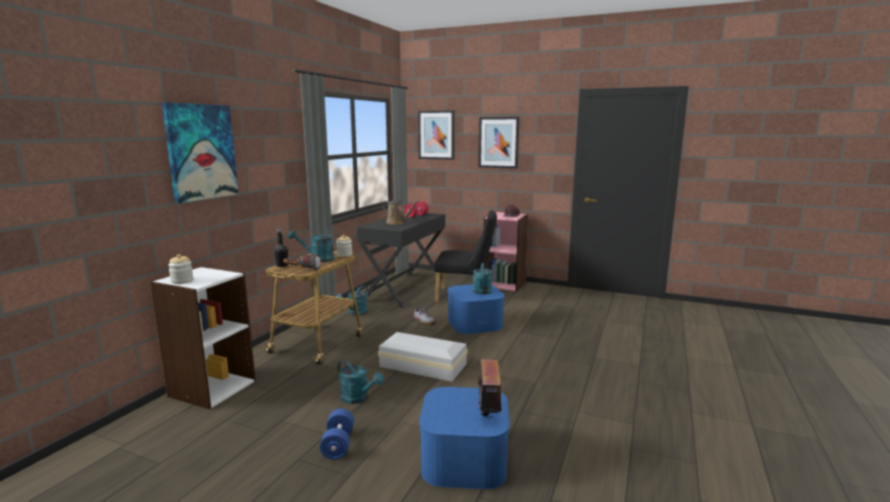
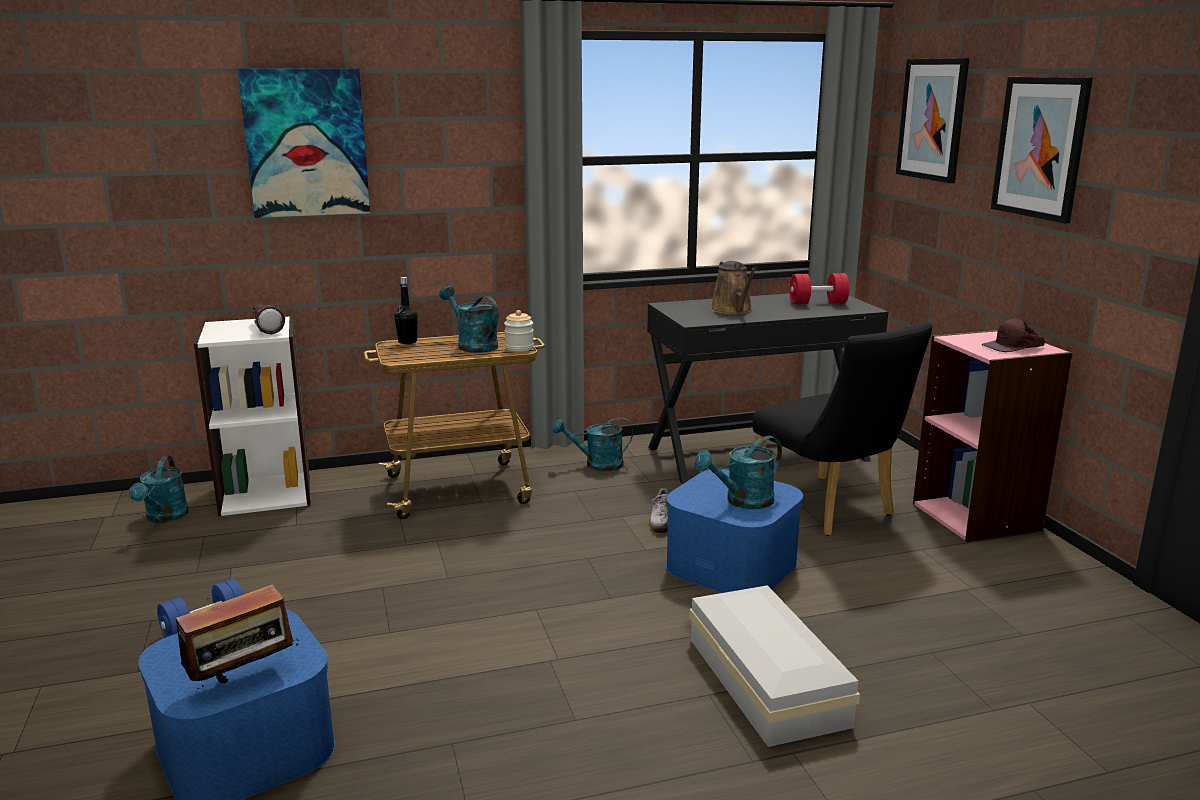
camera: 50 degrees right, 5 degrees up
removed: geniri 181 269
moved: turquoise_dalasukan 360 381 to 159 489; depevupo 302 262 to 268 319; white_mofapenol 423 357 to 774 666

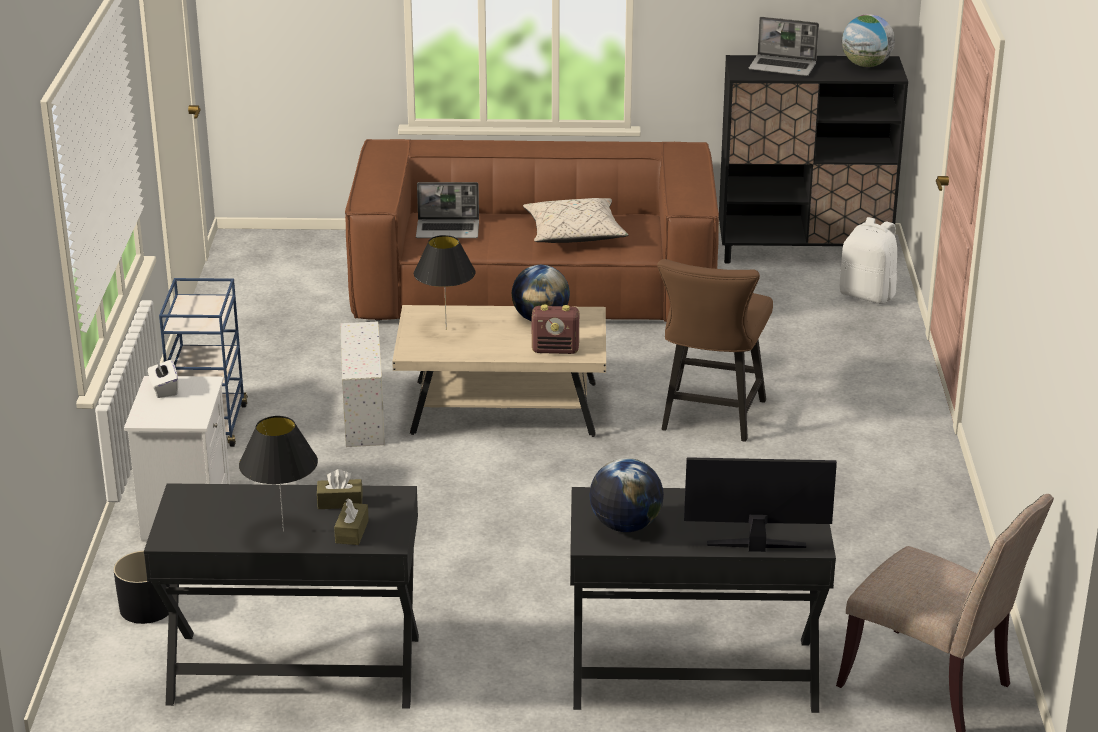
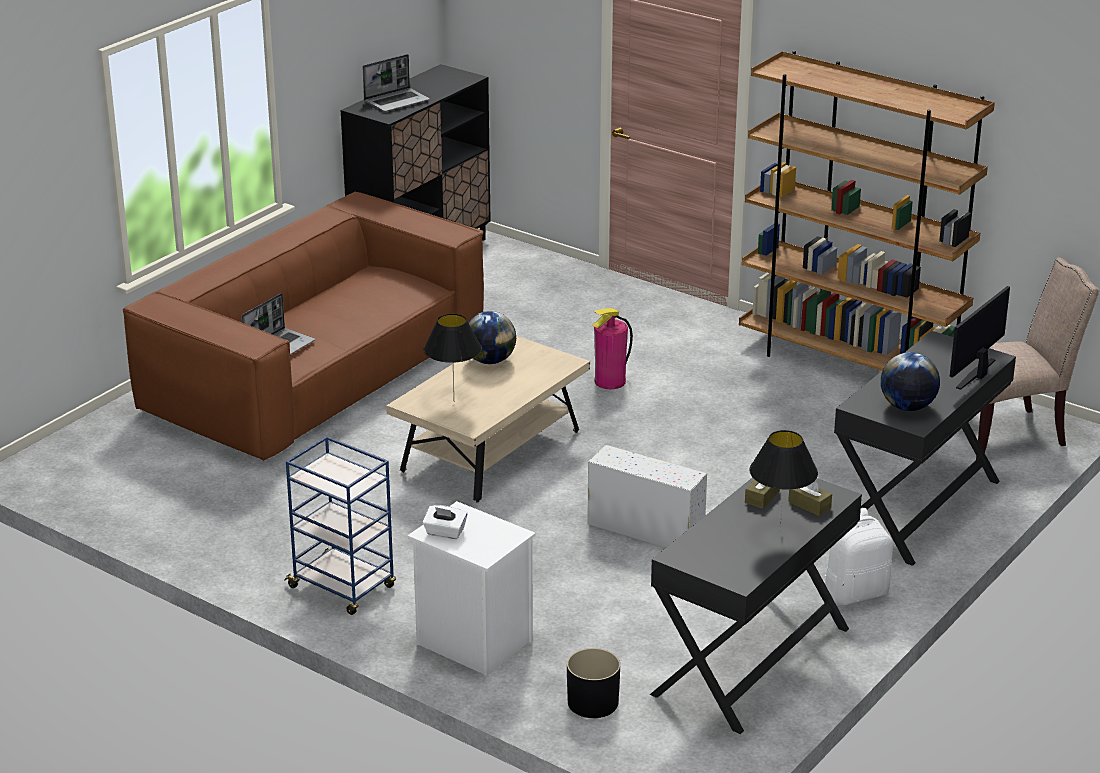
camera: 55 degrees left, 0 degrees up
removed: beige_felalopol 575 220; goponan 555 329; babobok 868 40
added: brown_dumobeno 867 211
moved: white_mofapenol 362 384 to 647 496; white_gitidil 868 260 to 858 557
replaced: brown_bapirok 715 350 to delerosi 612 348

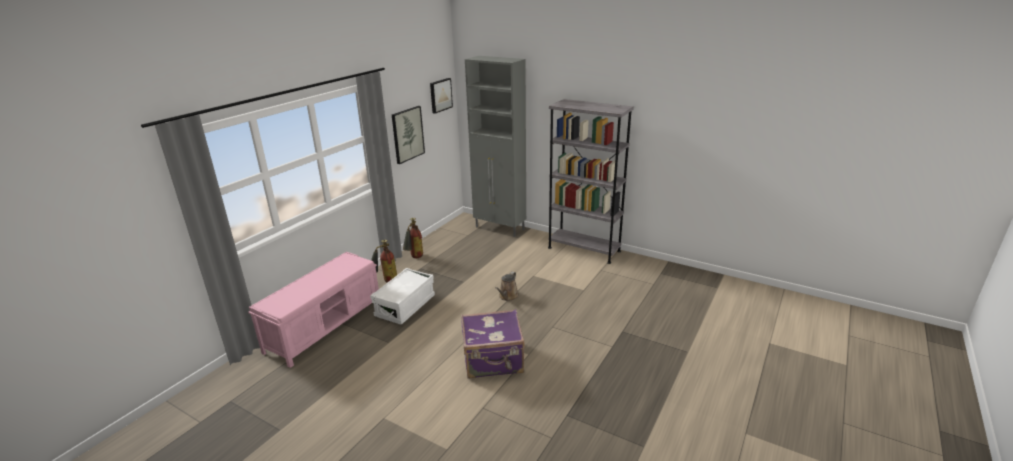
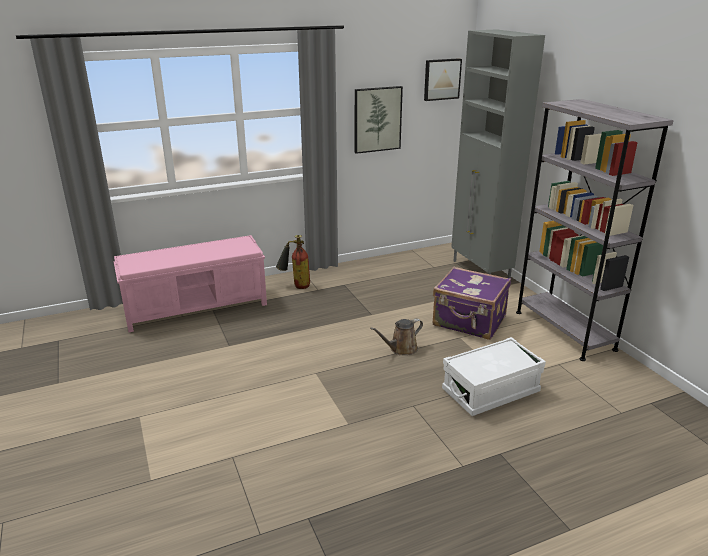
camera: 35 degrees right, 0 degrees up
removed: delerosi 413 238
moved: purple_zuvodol 493 344 to 472 303; white_mofapenol 402 296 to 494 376

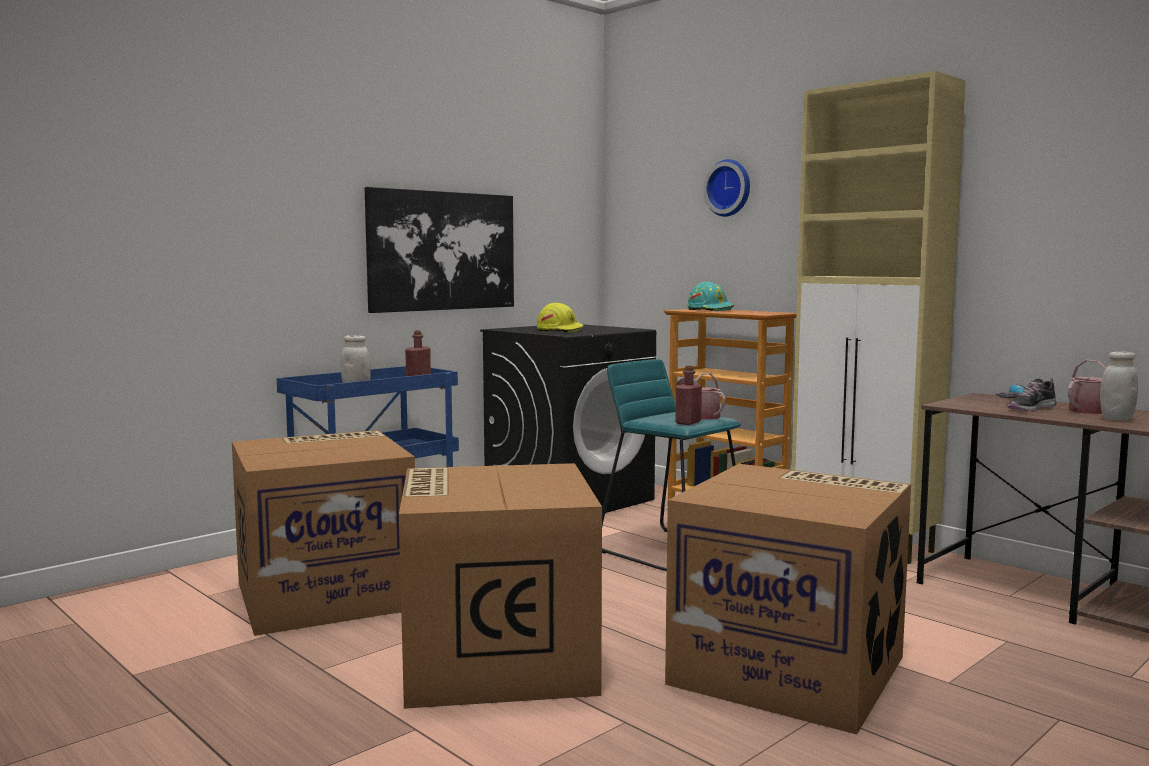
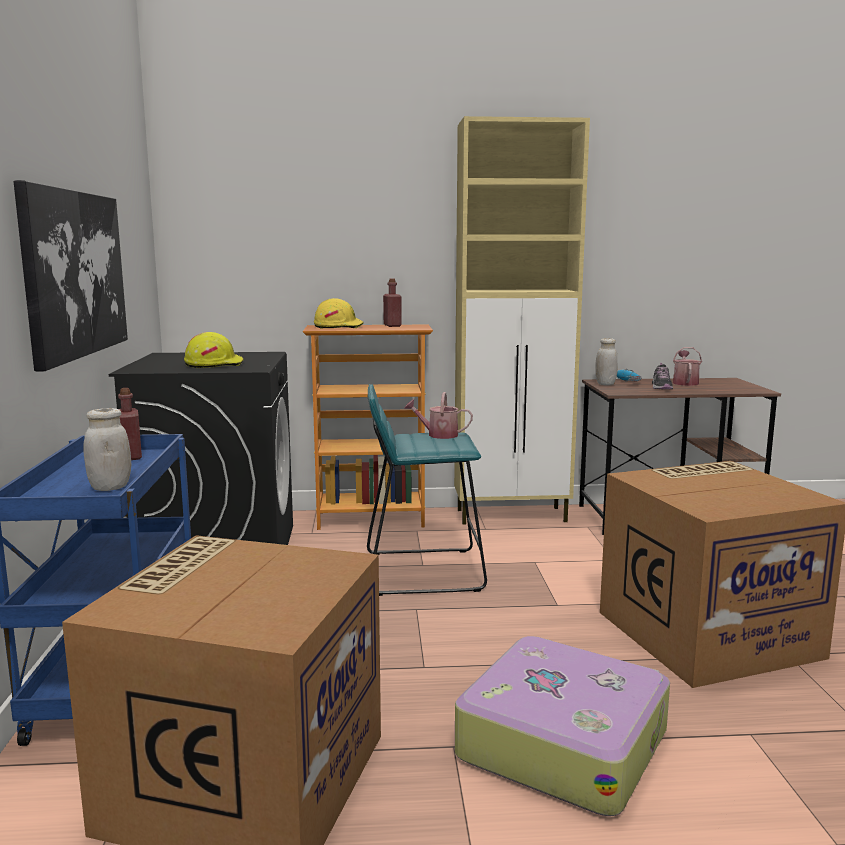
camera: 50 degrees left, 5 degrees up
removed: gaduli 726 188
moved: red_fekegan 688 395 to 392 302; white_geniri 1119 386 to 606 361
replaced: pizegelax 500 586 to zuvodol 562 726
recoloured: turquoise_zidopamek 711 296 to yellow_zidopamek 338 313

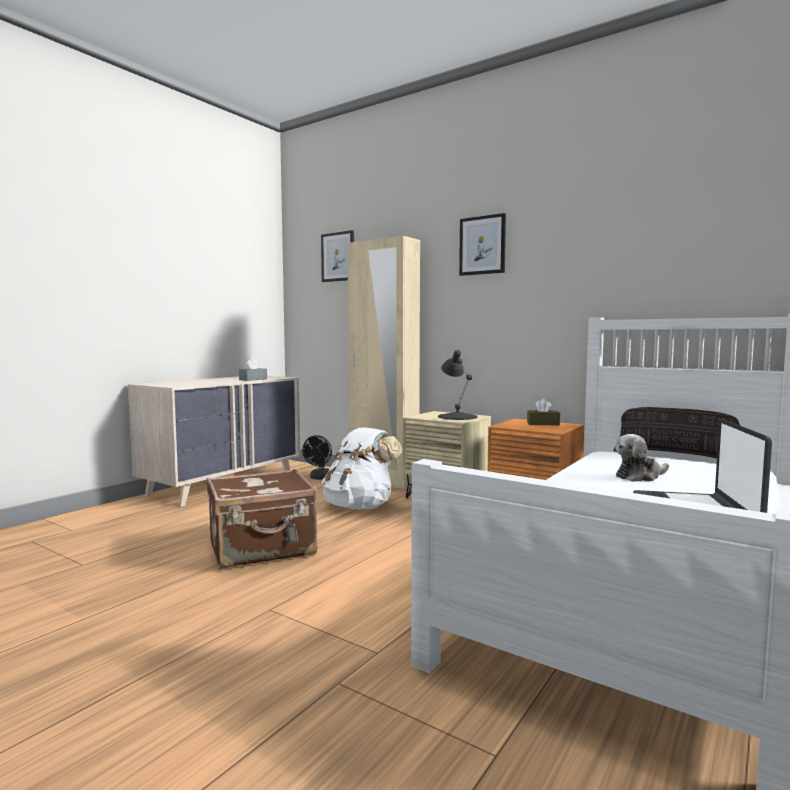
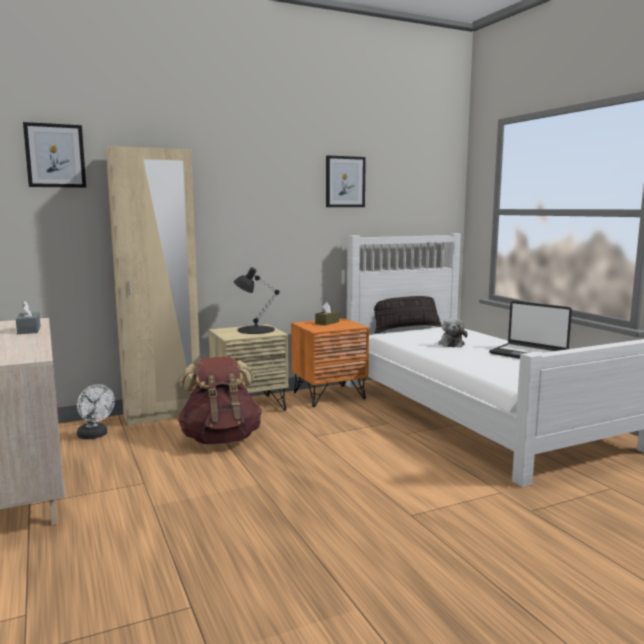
camera: 60 degrees left, 5 degrees up
removed: brown_zuvodol 262 519
moved: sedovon 482 244 to 346 181
recoloured: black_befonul 317 457 to white_befonul 96 411; white_gitidil 362 468 to brown_gitidil 220 400

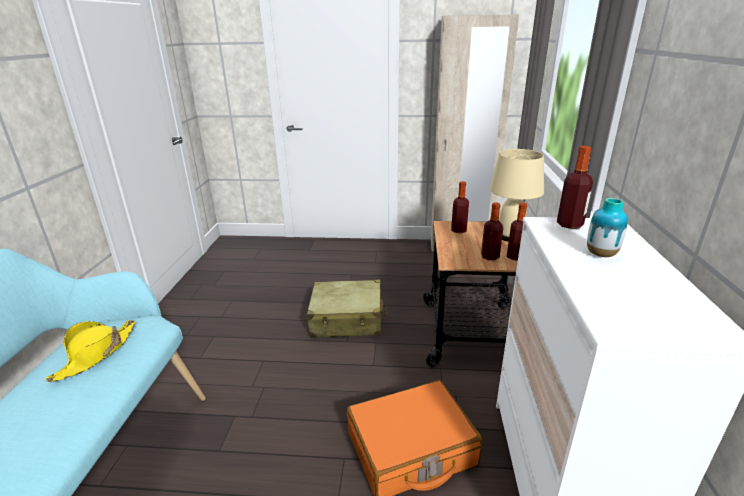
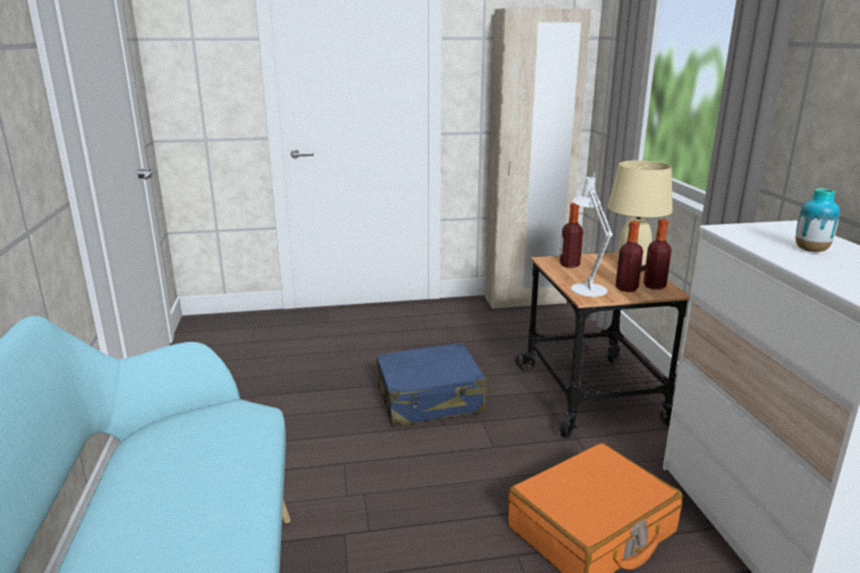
camera: 15 degrees left, 5 degrees down
removed: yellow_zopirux 91 351; fekegan 575 187
added: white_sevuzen 592 234
recoloured: beige_zuvodol 347 309 to blue_zuvodol 431 384

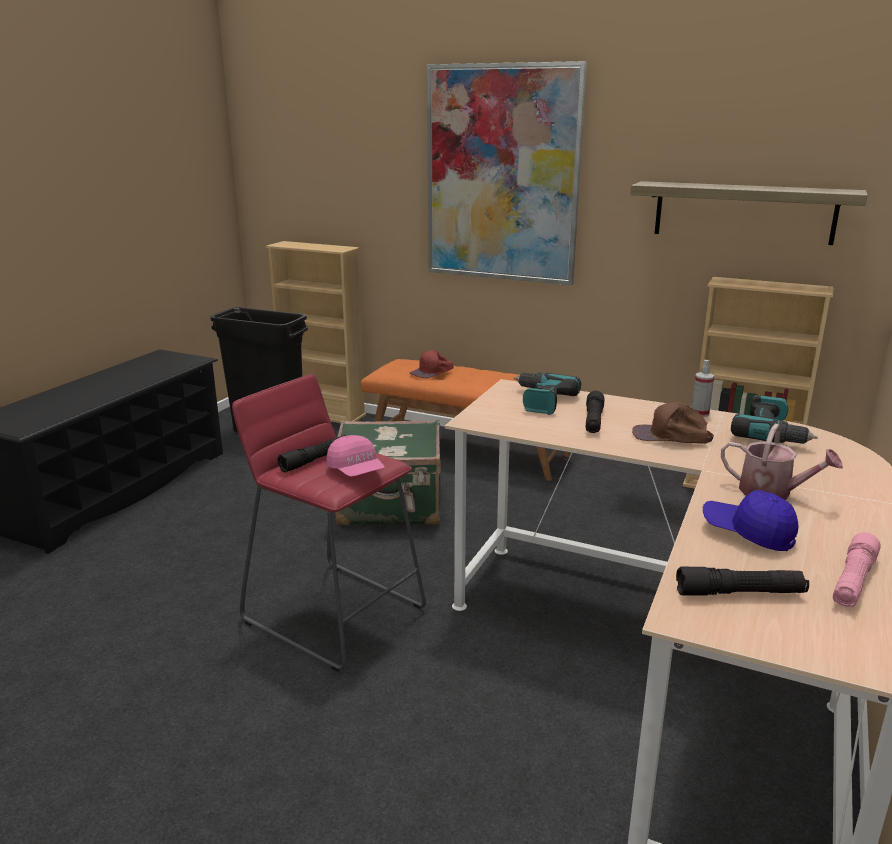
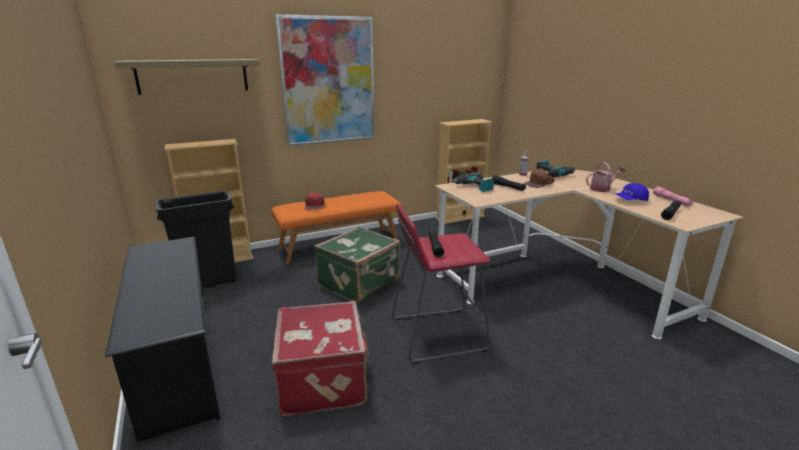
camera: 50 degrees left, 0 degrees up
removed: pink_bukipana 355 456
added: red_zuvodol 320 358
moved: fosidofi 749 213 to 187 77

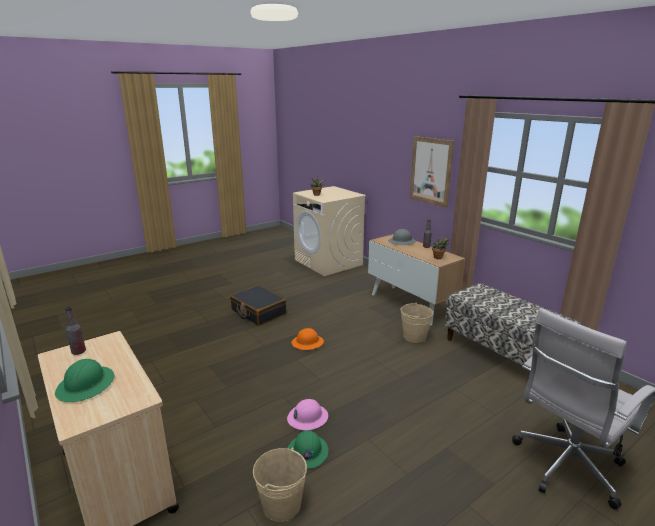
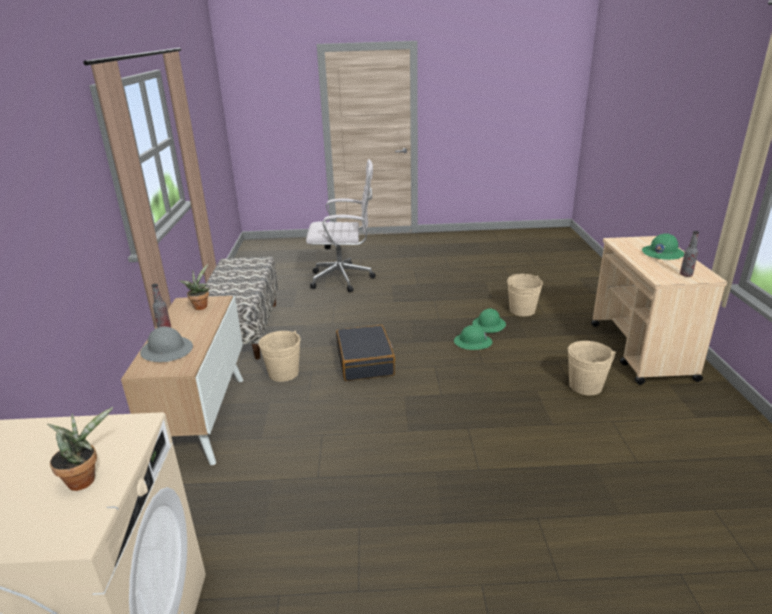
camera: 145 degrees left, 5 degrees up
removed: orange_zidopamek 308 339; sedovon 432 172
added: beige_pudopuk 592 368
moved: black_zuvodol 258 305 to 365 353
recoloured: pink_zidopamek 307 414 to green_zidopamek 473 337

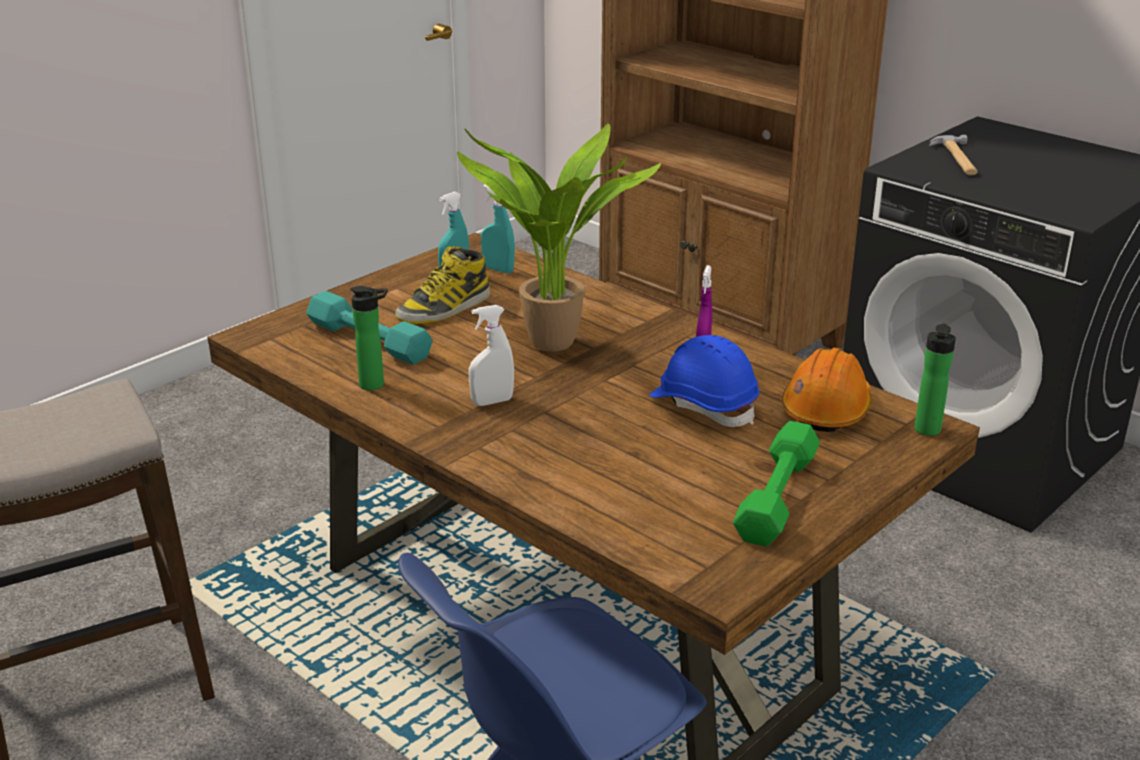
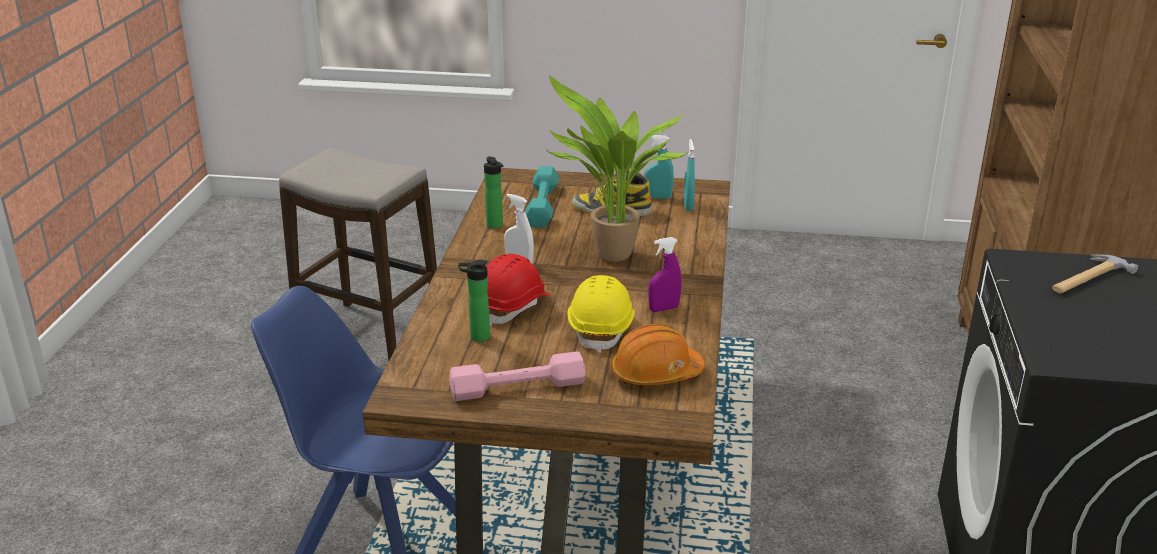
camera: 55 degrees right, 0 degrees up
added: red_zidopamek 518 290
moved: fekegan 935 379 to 474 301
recoloured: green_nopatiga 776 484 to pink_nopatiga 517 376; blue_zidopamek 704 381 to yellow_zidopamek 601 314

